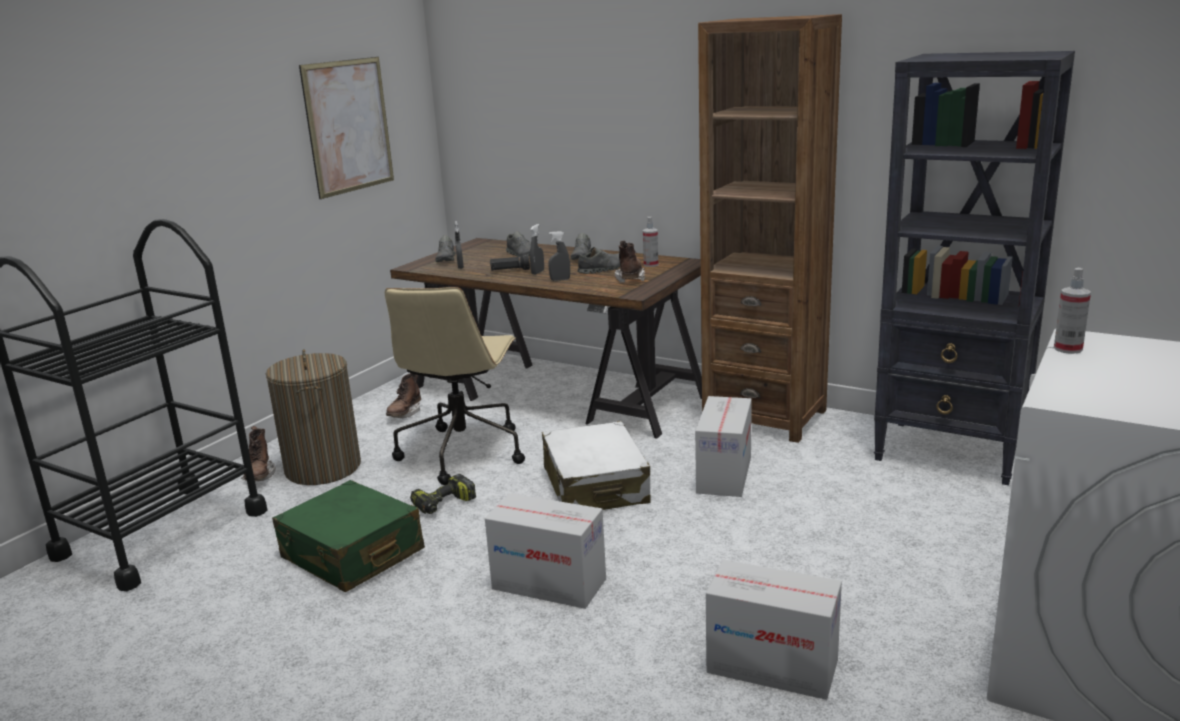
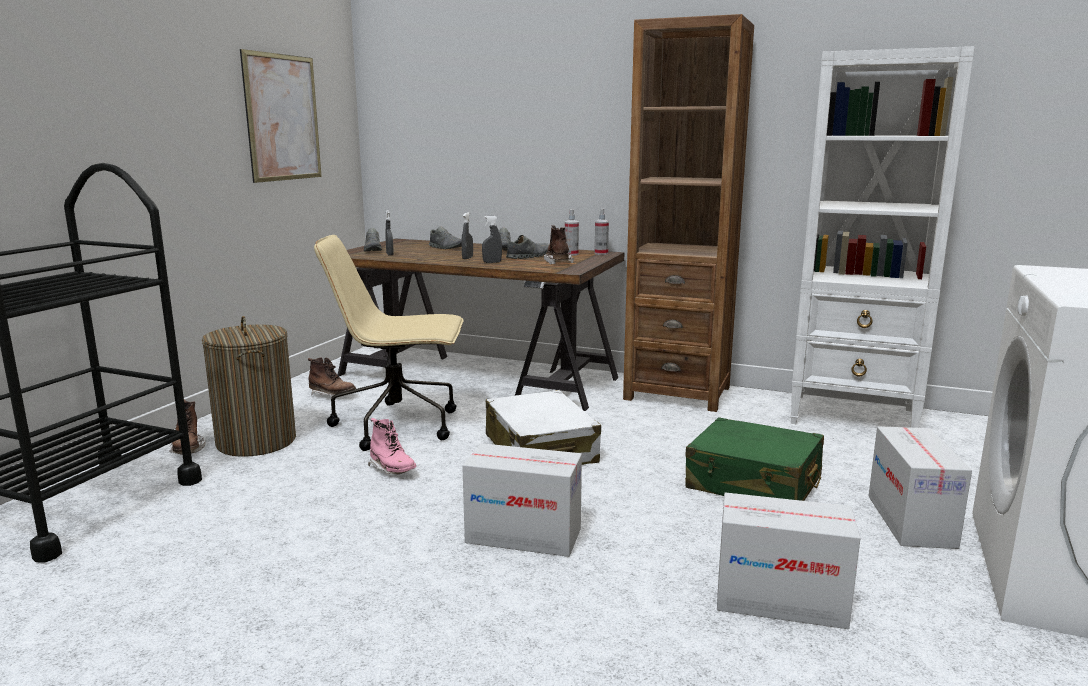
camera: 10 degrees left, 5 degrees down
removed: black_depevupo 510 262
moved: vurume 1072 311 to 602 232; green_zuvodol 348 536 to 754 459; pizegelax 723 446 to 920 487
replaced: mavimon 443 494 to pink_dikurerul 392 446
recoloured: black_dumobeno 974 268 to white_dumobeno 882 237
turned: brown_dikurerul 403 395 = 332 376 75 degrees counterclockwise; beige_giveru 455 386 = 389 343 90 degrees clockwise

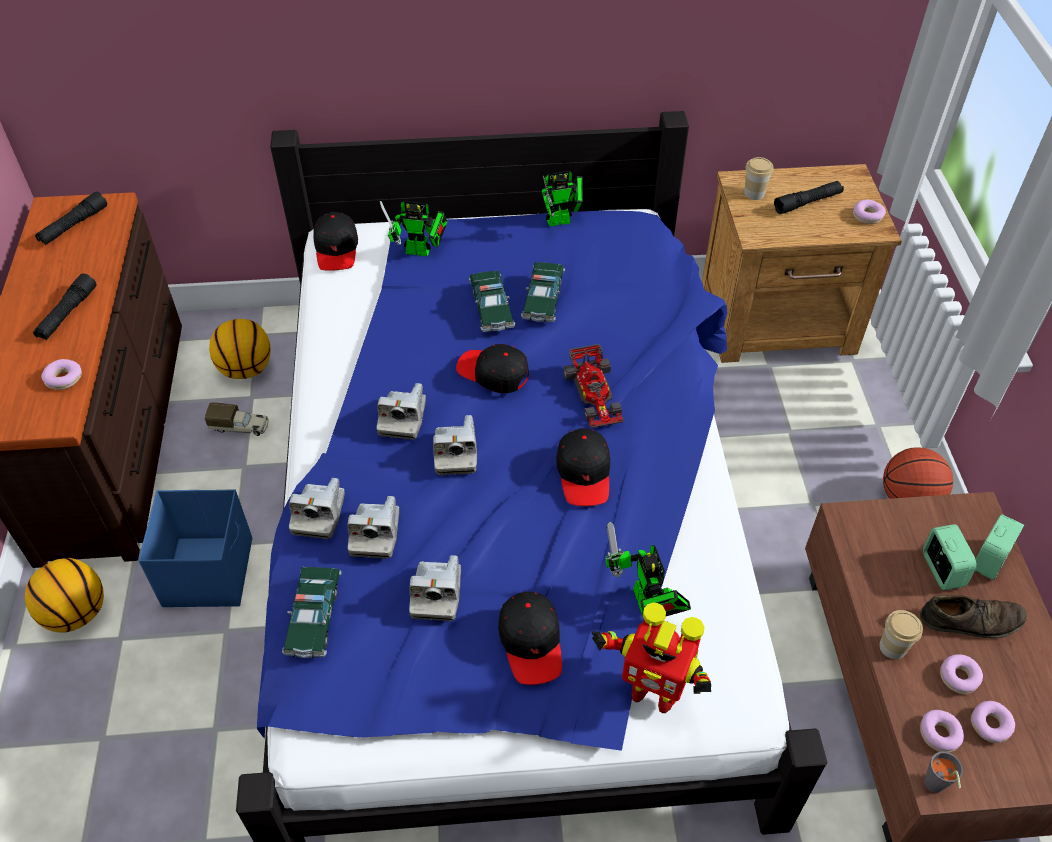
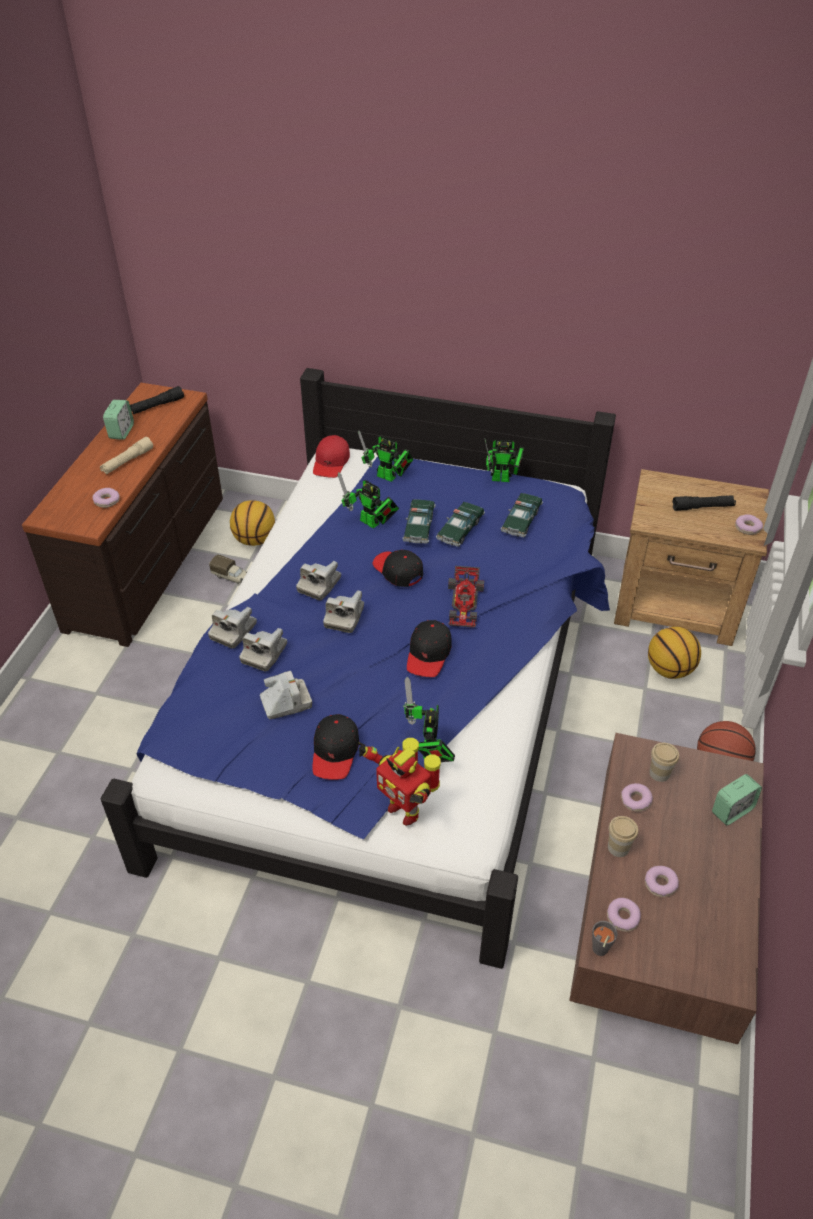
camera: 20 degrees right, 5 degrees down
removed: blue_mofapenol 195 548; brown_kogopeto 973 616
added: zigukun 368 500
moved: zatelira 950 557 to 118 420; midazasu 312 612 to 522 515; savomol 993 722 to 636 797; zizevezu 64 595 to 674 653; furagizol 758 178 to 664 762
recoloured: black_depevupo 64 306 to beige_depevupo 126 455; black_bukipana 335 241 to red_bukipana 331 456
turned: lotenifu 435 588 = 286 695 135 degrees counterclockwise

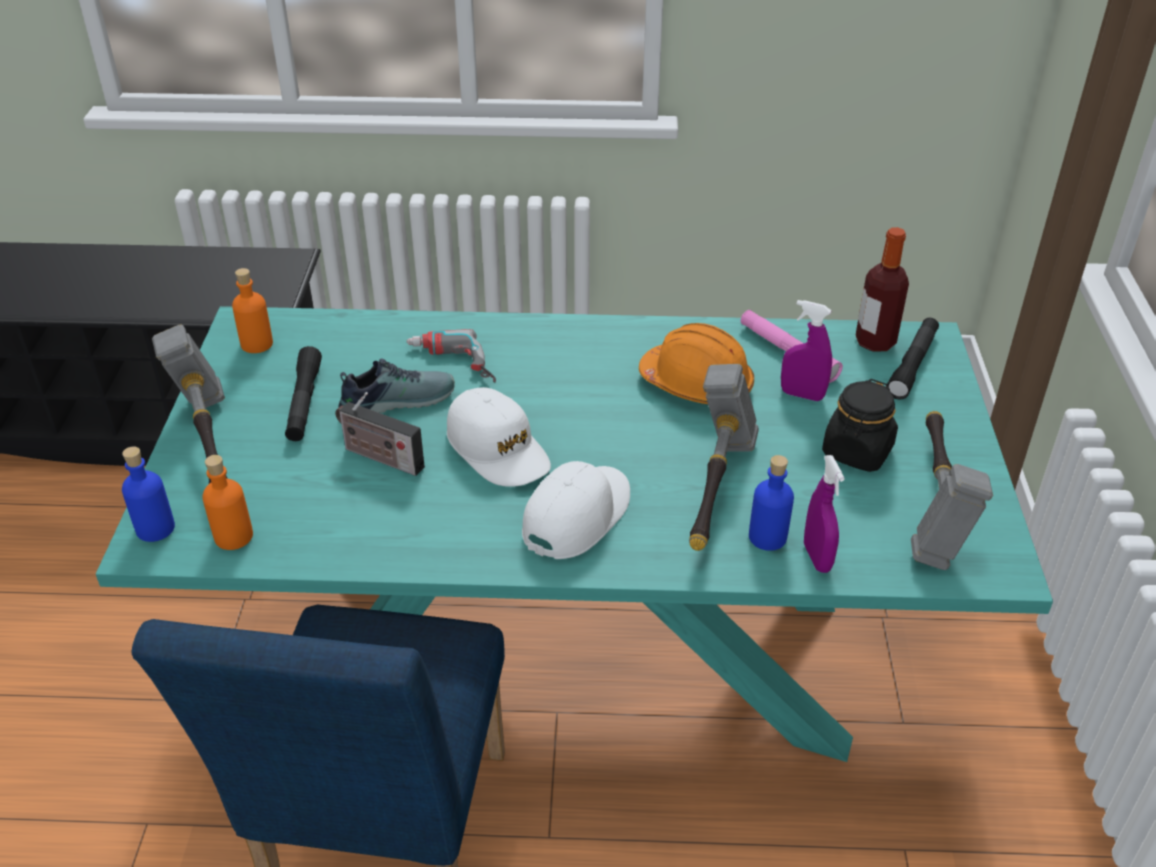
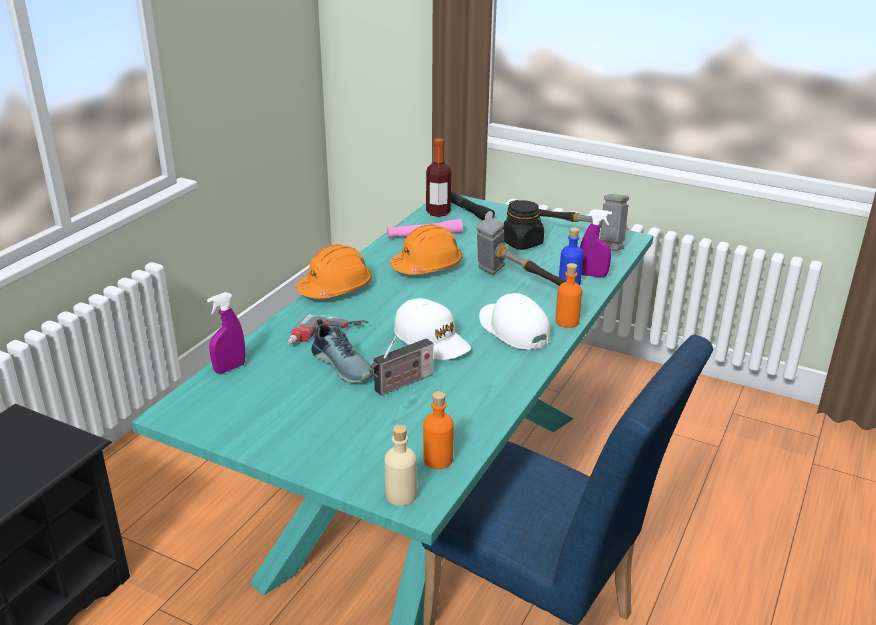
camera: 65 degrees left, 10 degrees down
removed: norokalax 190 404; black_depevupo 303 393
added: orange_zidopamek 334 271
moved: purple_vurume 806 350 to 226 333; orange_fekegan 252 310 to 569 295
recoloured: blue_fekegan 148 494 to beige_fekegan 400 465
turned: kogopeto 396 385 = 342 351 135 degrees clockwise; white_bukipana 499 437 = 432 329 60 degrees clockwise

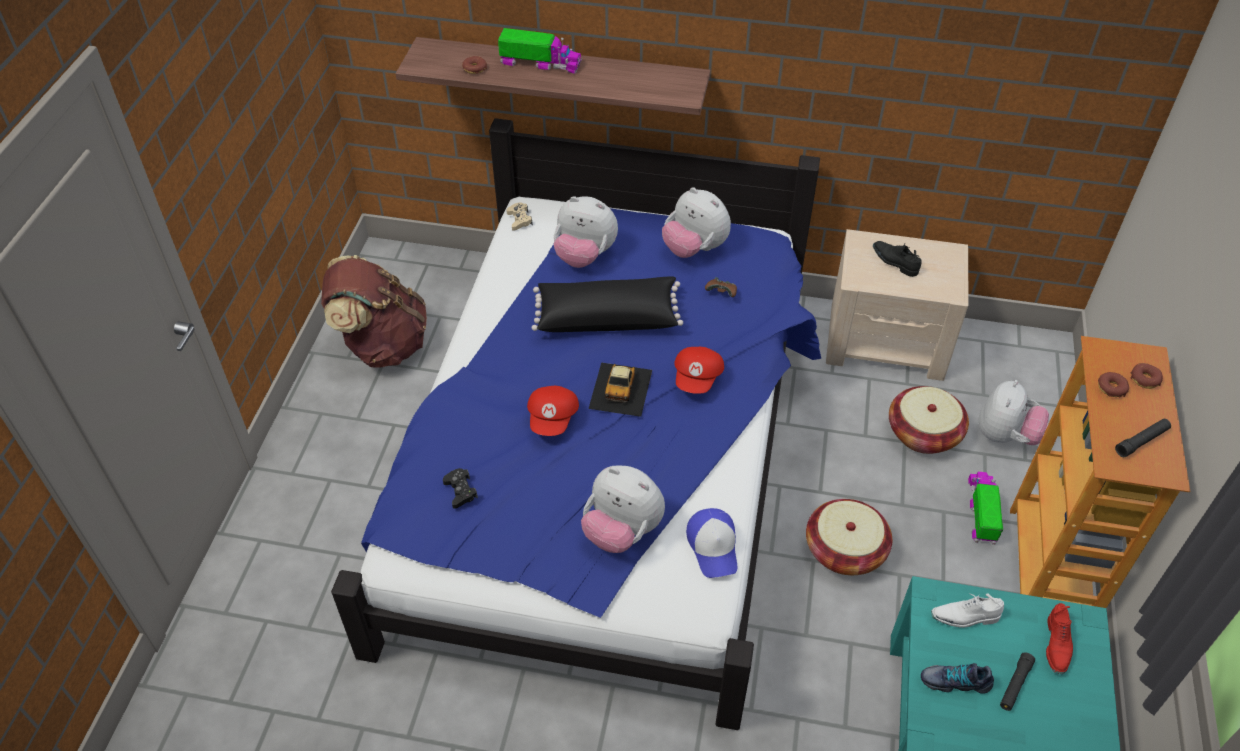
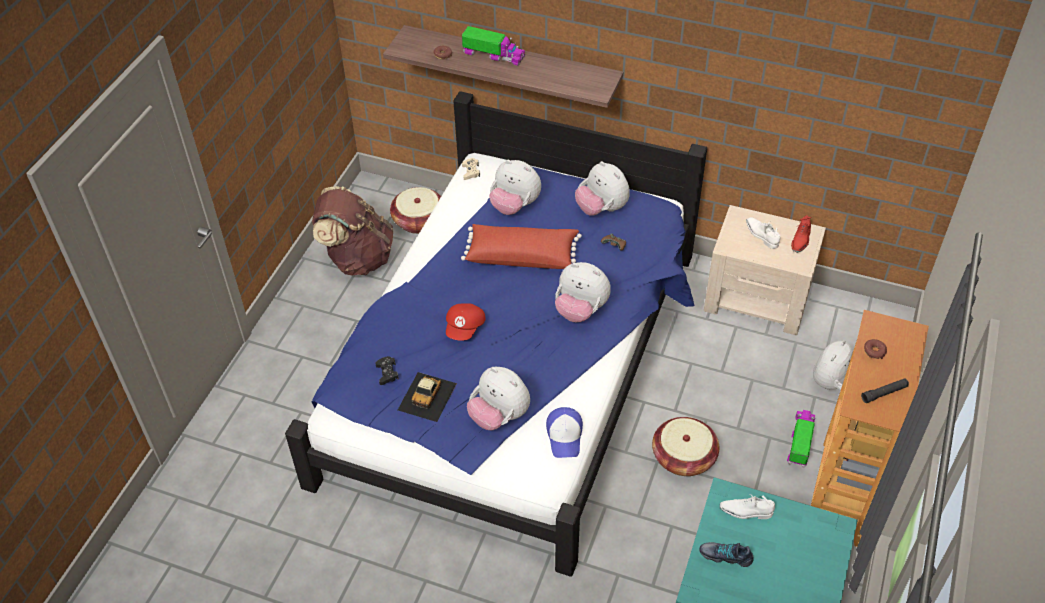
camera: 10 degrees right, 0 degrees up
removed: black_depevupo 1017 681; savomol 1146 376
moved: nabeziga 929 420 to 415 210; midazasu 620 389 to 427 397; red_kogopeto 1059 638 to 801 234
replaced: red_bukipana 699 370 to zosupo 583 292
recoloured: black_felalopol 607 304 to red_felalopol 521 246; black_kogopeto 897 259 to white_kogopeto 763 233

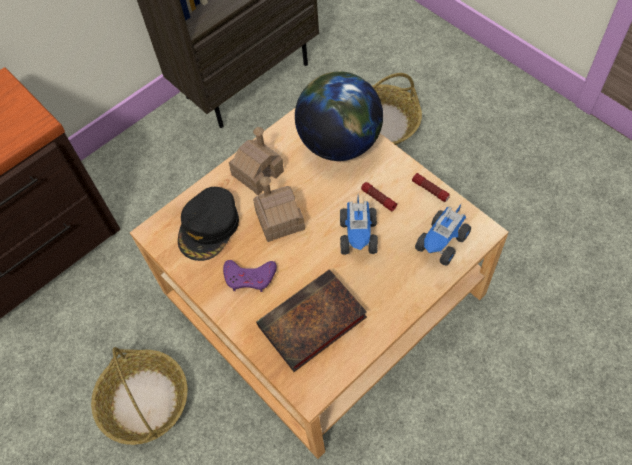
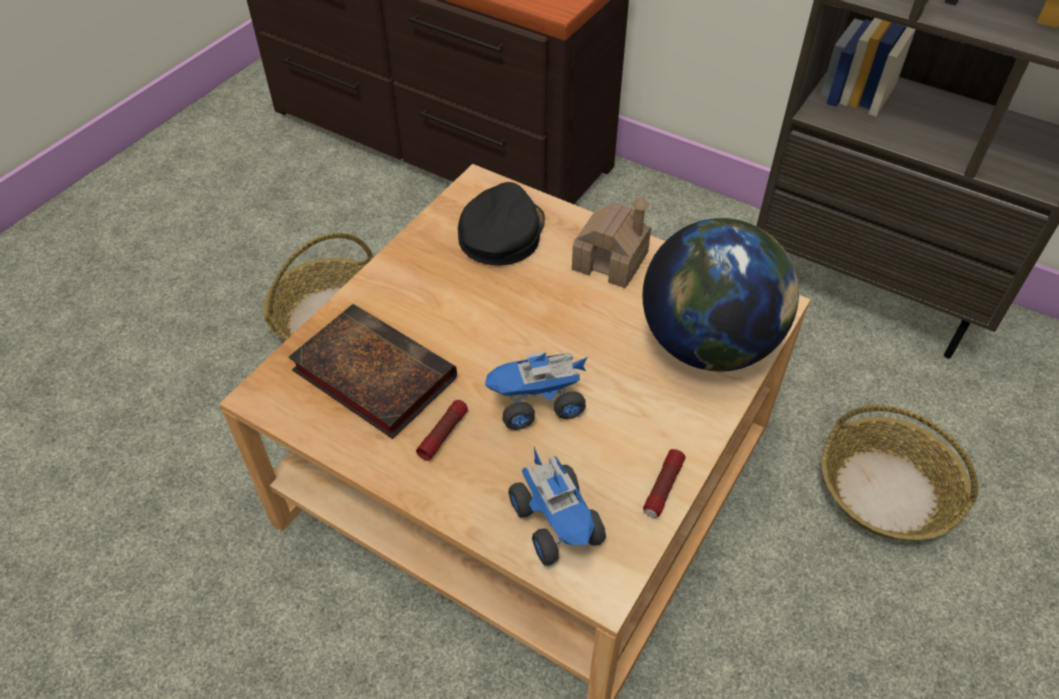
camera: 70 degrees right, 10 degrees down
removed: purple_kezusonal 250 276; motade 279 209
moved: depevupo 379 197 to 442 430
turned: black_bukipana 208 224 = 501 224 105 degrees clockwise; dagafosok 443 235 = 557 506 135 degrees counterclockwise

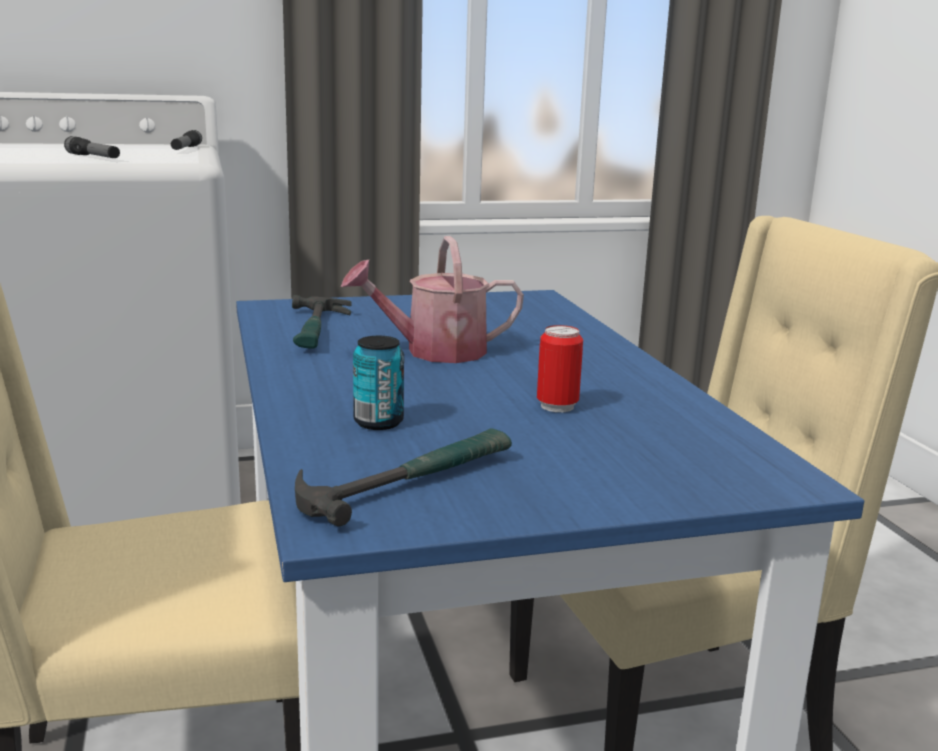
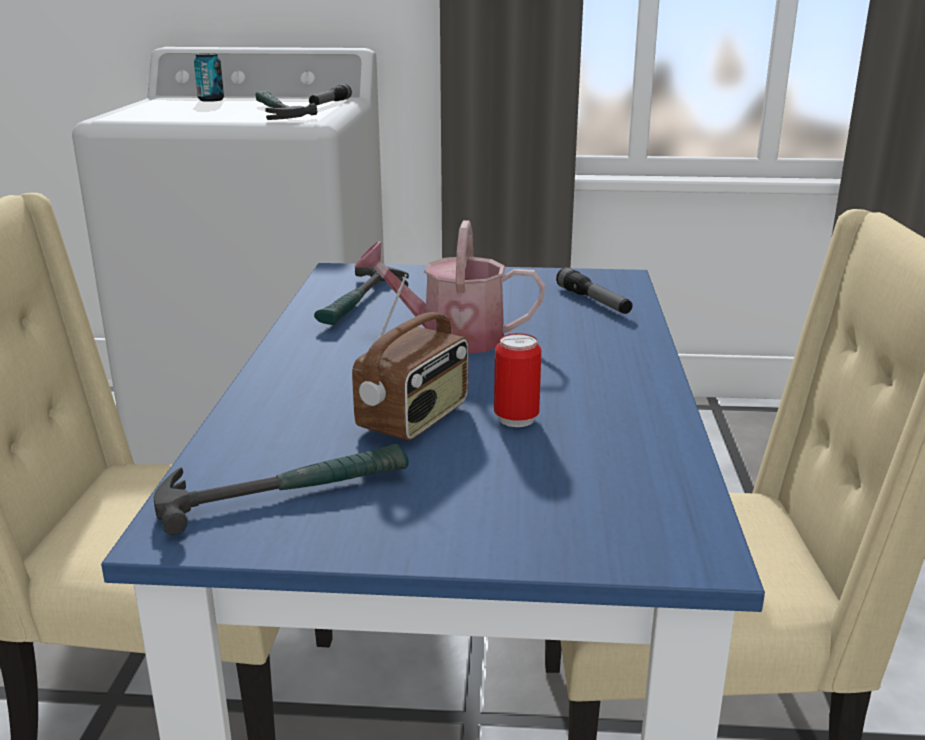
camera: 20 degrees right, 5 degrees up
added: norokalax 286 105; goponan 410 357
moved: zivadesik 378 383 to 209 77; depevupo 92 147 to 594 290

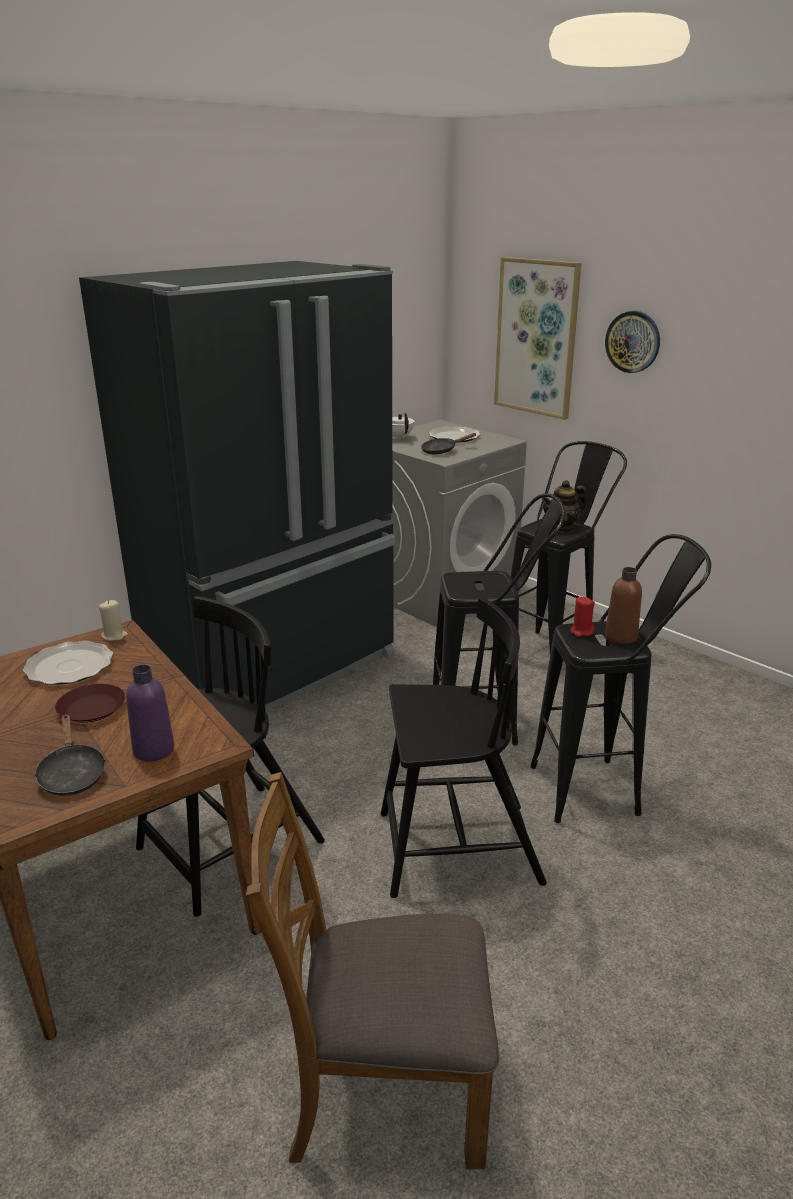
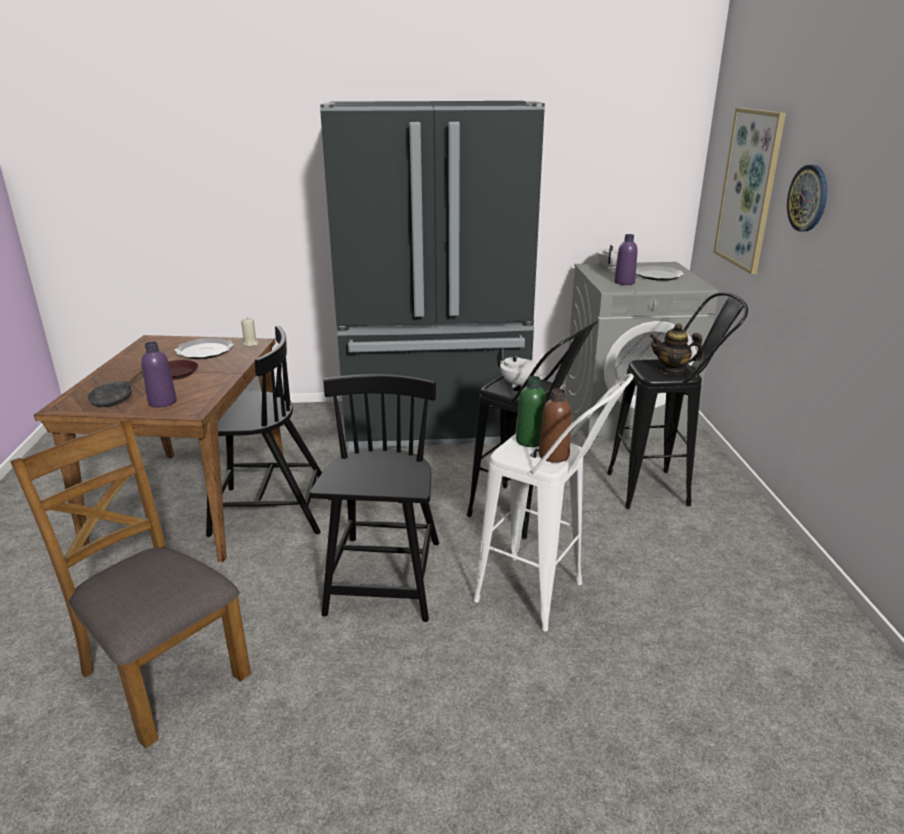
camera: 40 degrees right, 0 degrees up
added: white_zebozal 521 368
replaced: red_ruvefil 582 617 to green_fekegan 531 411; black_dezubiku 449 443 to purple_fekegan 626 259
recoloured: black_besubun 621 678 to white_besubun 554 502
turned: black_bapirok 464 747 = 374 498 120 degrees counterclockwise

